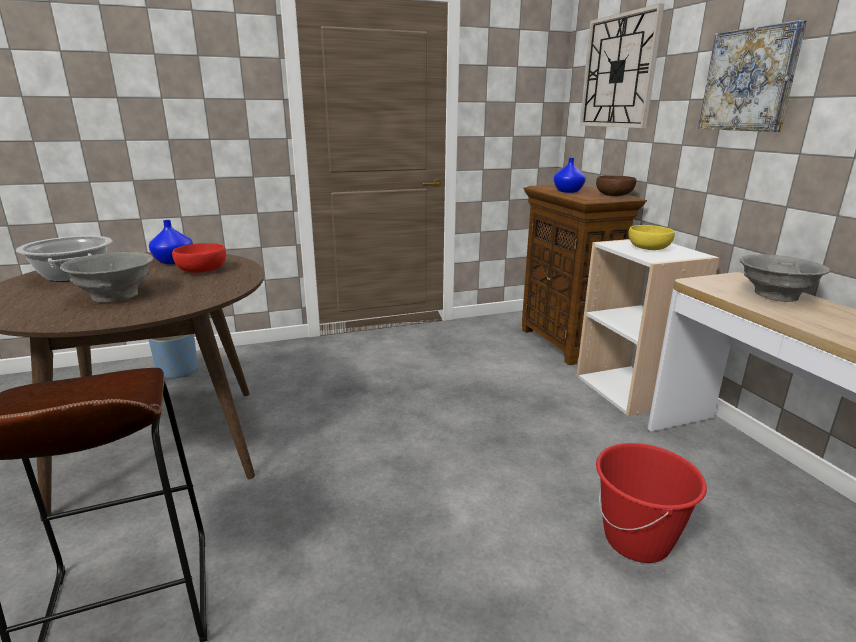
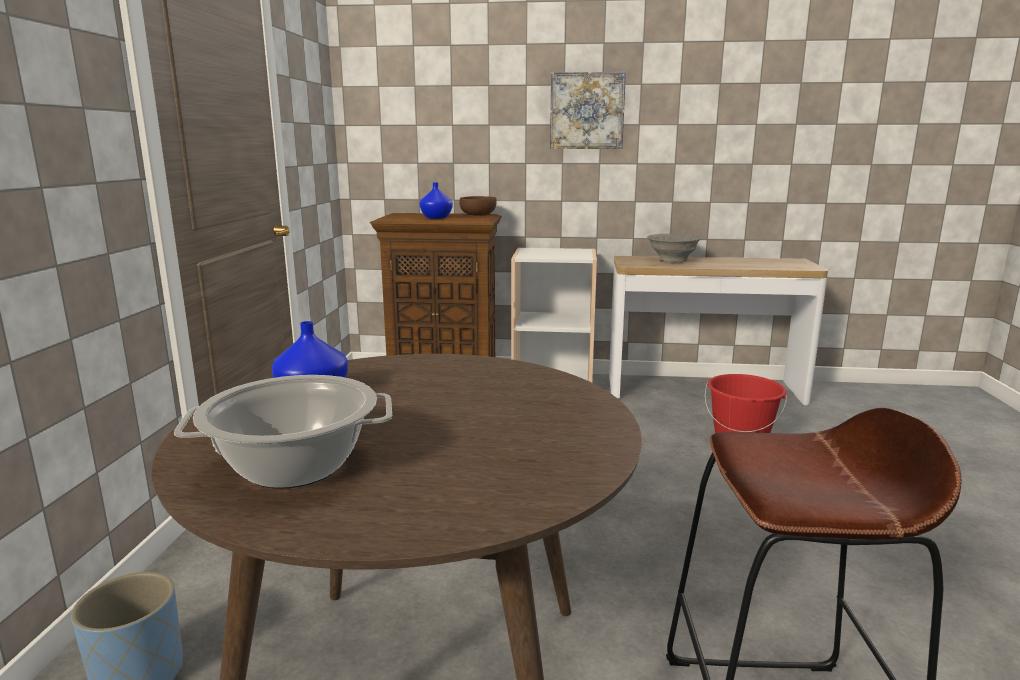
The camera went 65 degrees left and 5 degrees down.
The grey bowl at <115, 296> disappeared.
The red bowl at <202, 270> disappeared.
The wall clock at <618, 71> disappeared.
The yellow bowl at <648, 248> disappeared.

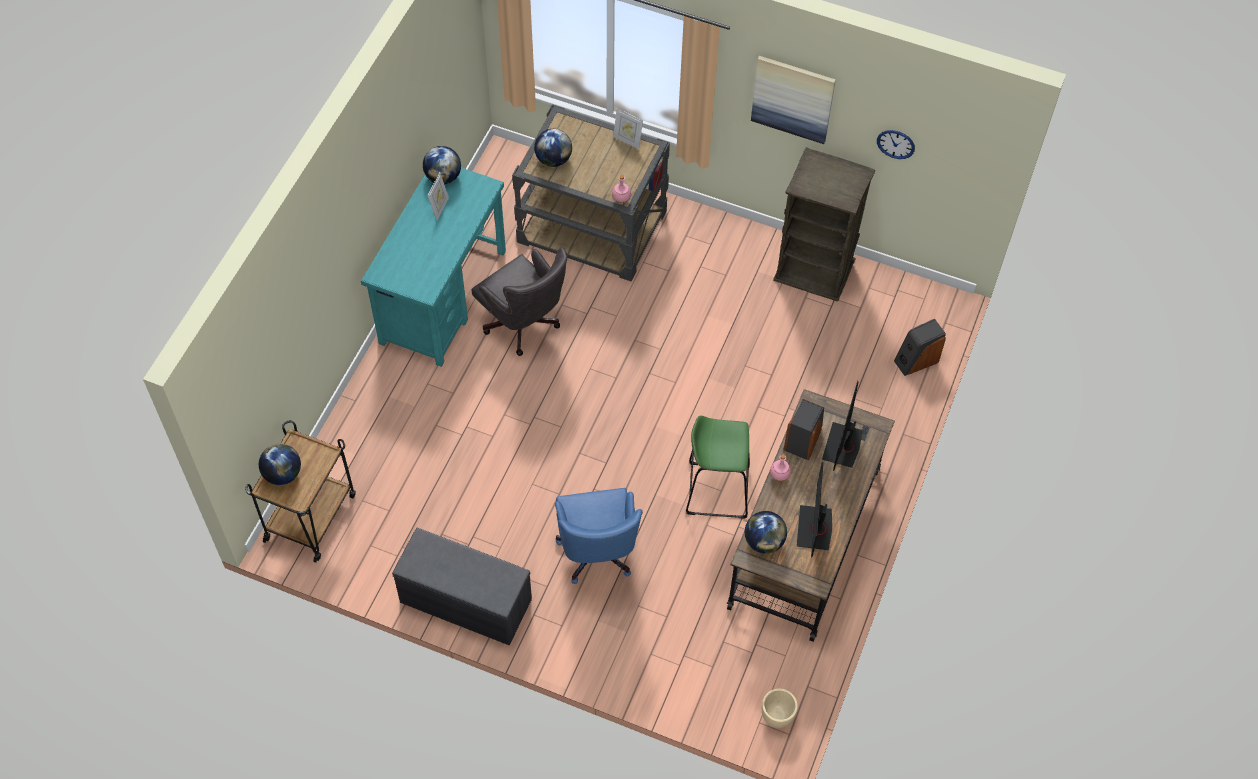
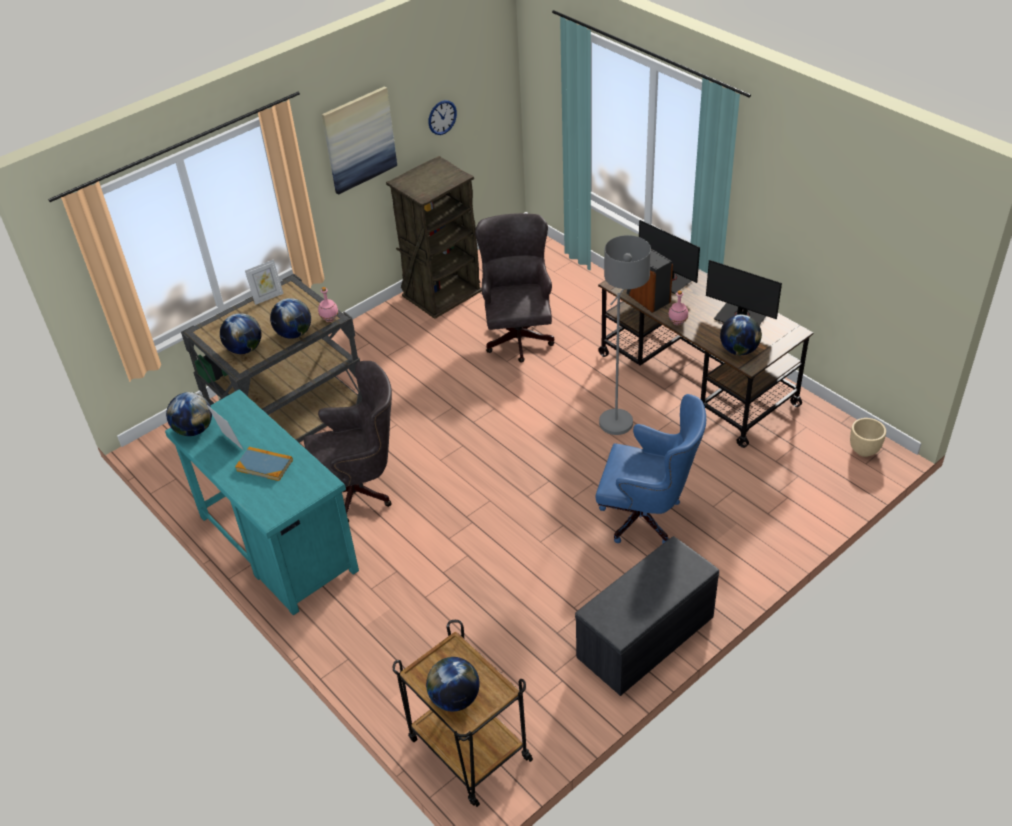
The camera went 60 degrees left and 15 degrees down.
The speaker at <916, 360> disappeared.
The book at <264, 465> appeared.
The globe at <294, 334> appeared.
The grey office chair at <518, 336> appeared.
The green stool at <717, 490> was replaced by the grey floor lamp at <620, 417>.

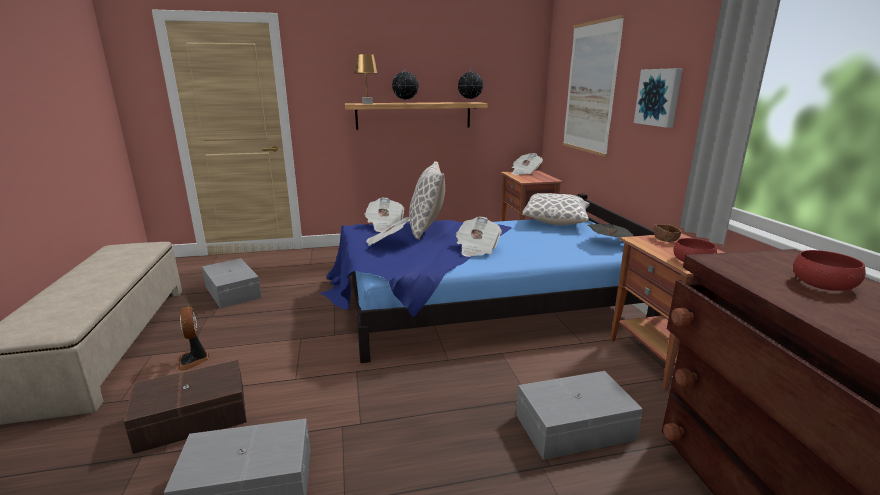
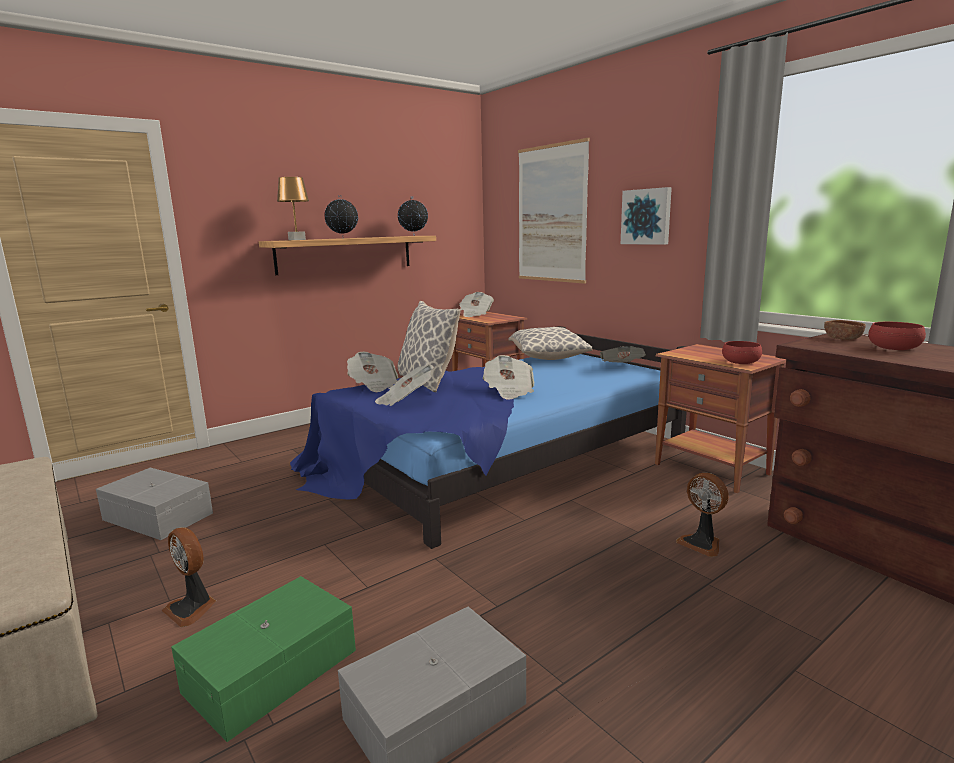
The camera went 25 degrees left and 5 degrees down.
The brown bowl moved from <665, 239> to <842, 338>.
The grey storage box at <576, 428> was replaced by the fan at <702, 543>.
The brown storage box at <194, 418> became the green storage box at <274, 671>.

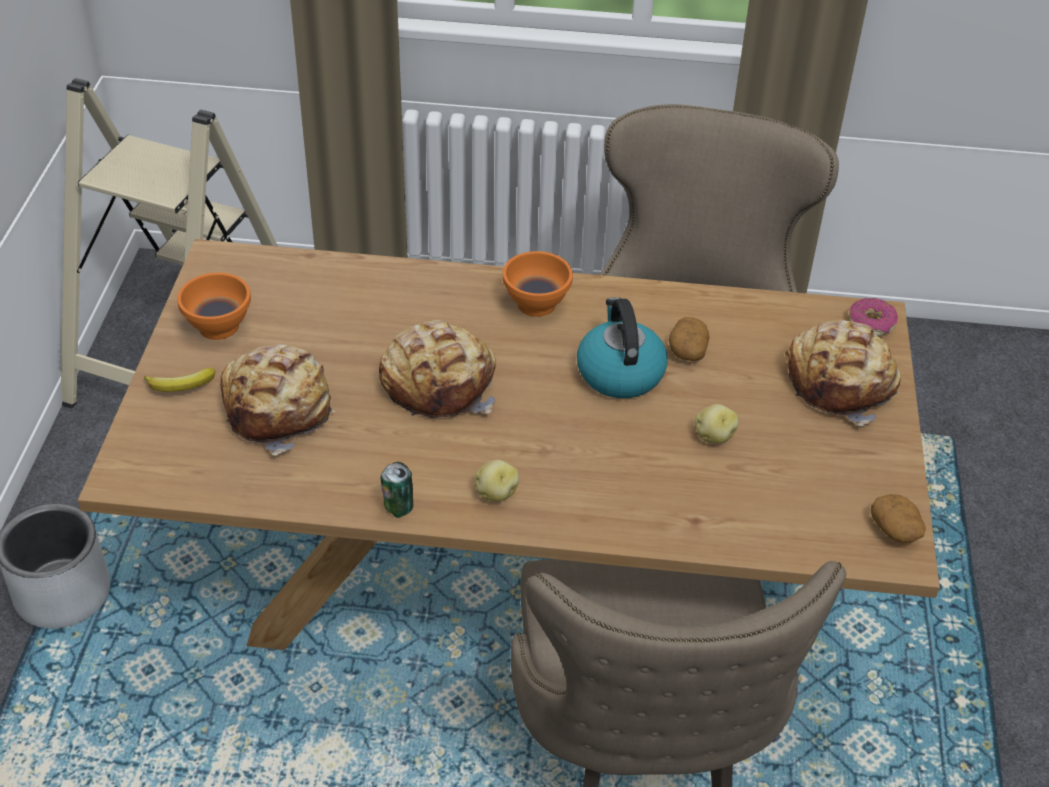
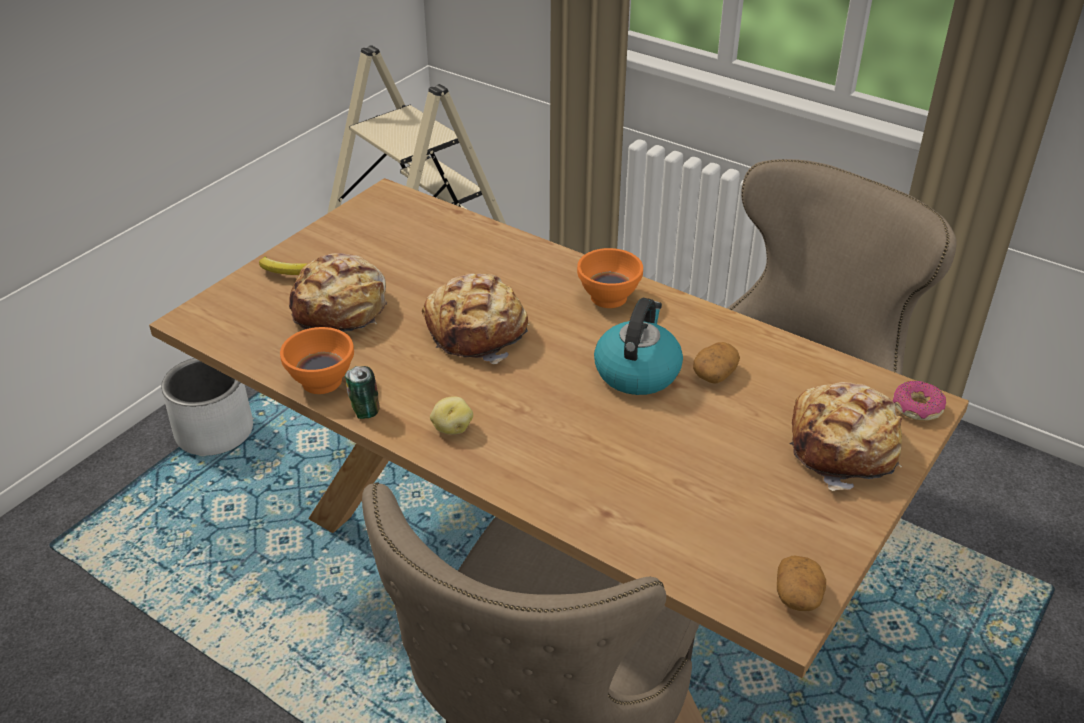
The camera went 30 degrees right and 5 degrees down.
The potato at <713, 436> disappeared.
The orange bowl moved from <218, 327> to <321, 382>.

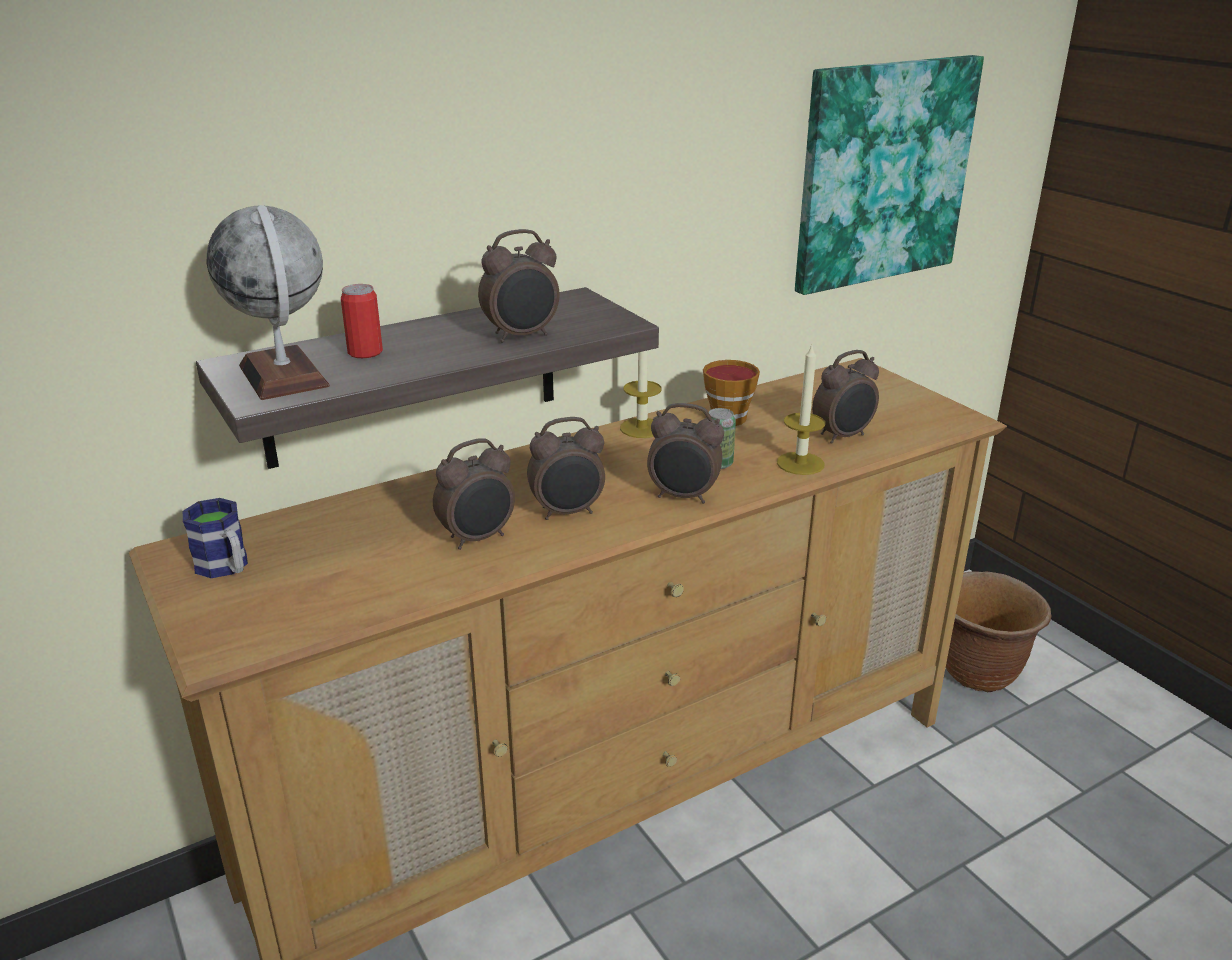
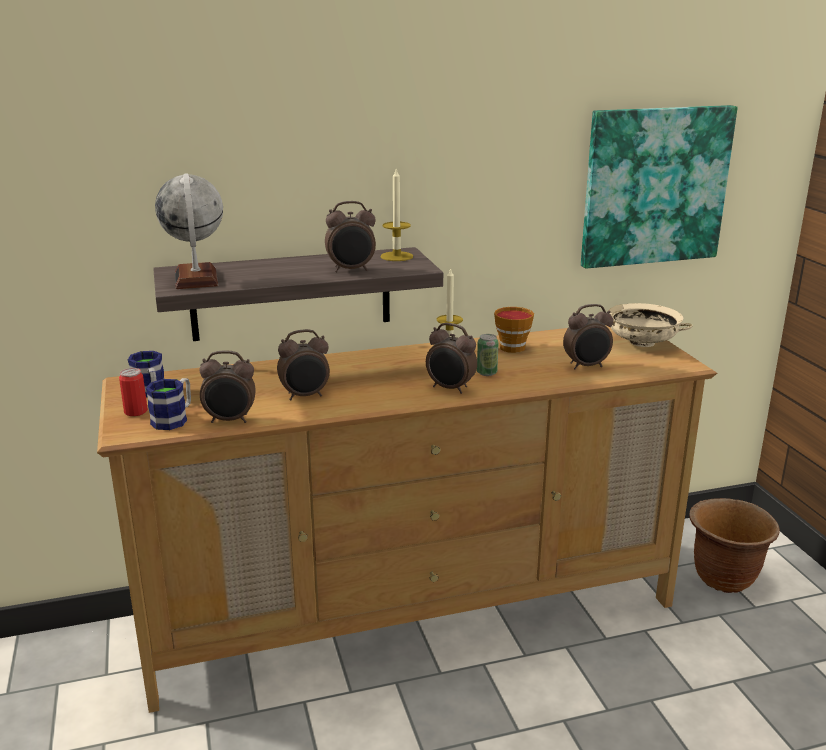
The camera went 15 degrees right and 5 degrees down.
The mug at <174, 419> appeared.
The beige bowl at <641, 342> appeared.
The can moved from <365, 352> to <135, 412>.
The alarm clock moved from <568, 513> to <230, 420>.
The candle moved from <800, 463> to <396, 256>.

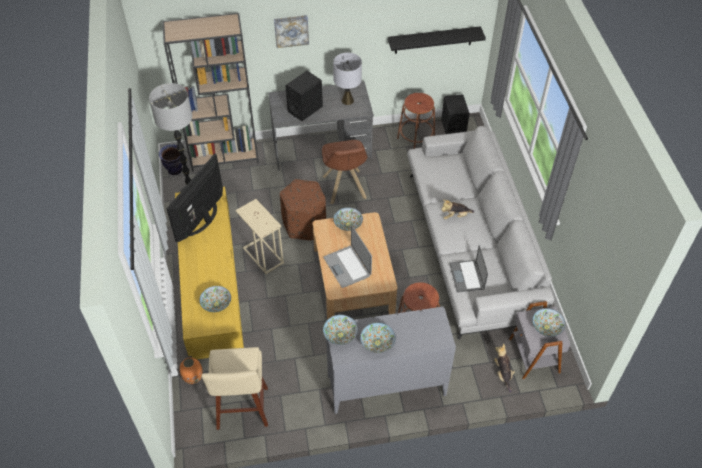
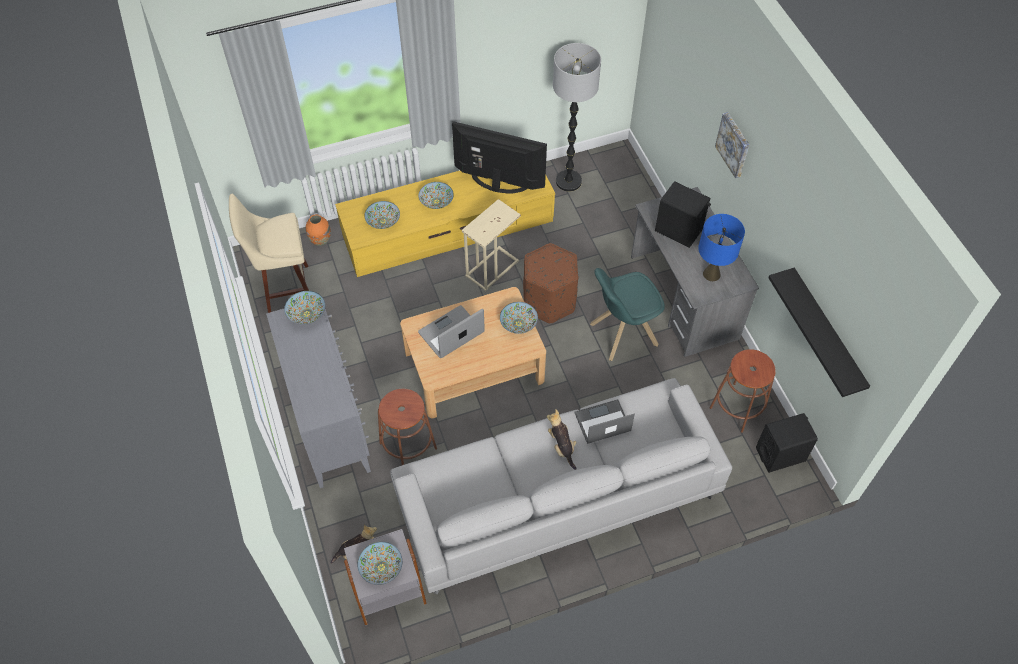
The camera went 80 degrees right and 5 degrees up.
The vase at <175, 170> disappeared.
The bookcase at <224, 156> disappeared.
The bowl moved from <377, 343> to <436, 201>.
The laptop moved from <467, 276> to <602, 422>.
The brown chair at <344, 187> became the turquoise chair at <622, 334>.
The grey table lamp at <347, 100> became the blue table lamp at <711, 274>.

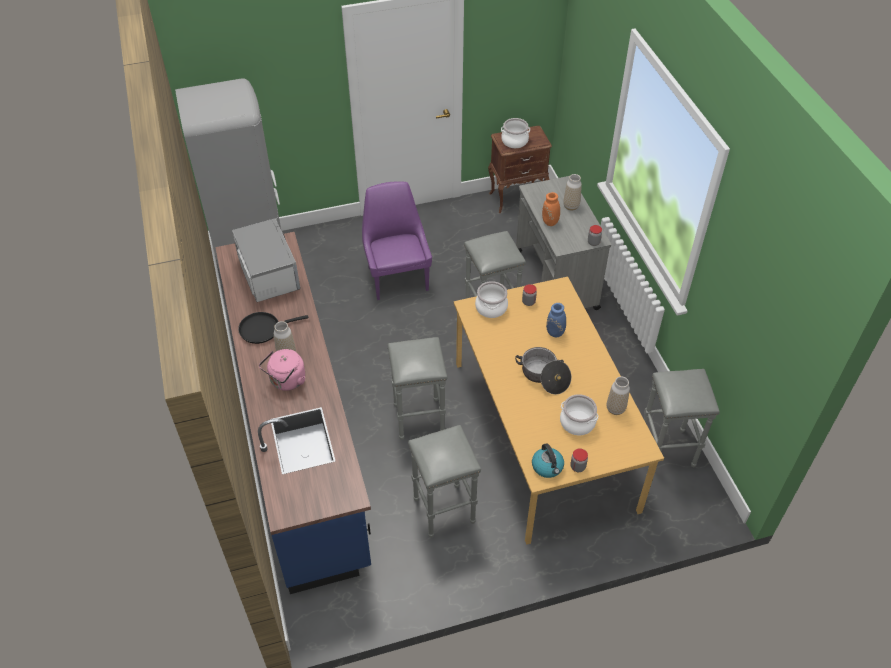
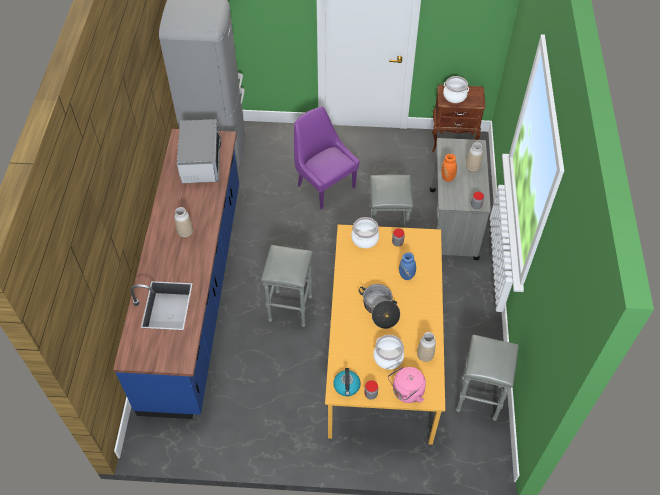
The camera went 20 degrees right and 5 degrees up.
The black frying pan at <263, 329> disappeared.
The grey stool at <442, 509> disappeared.
The pink kettle moved from <286, 381> to <406, 392>.
The purple chair at <397, 277> turned 45 degrees counterclockwise.

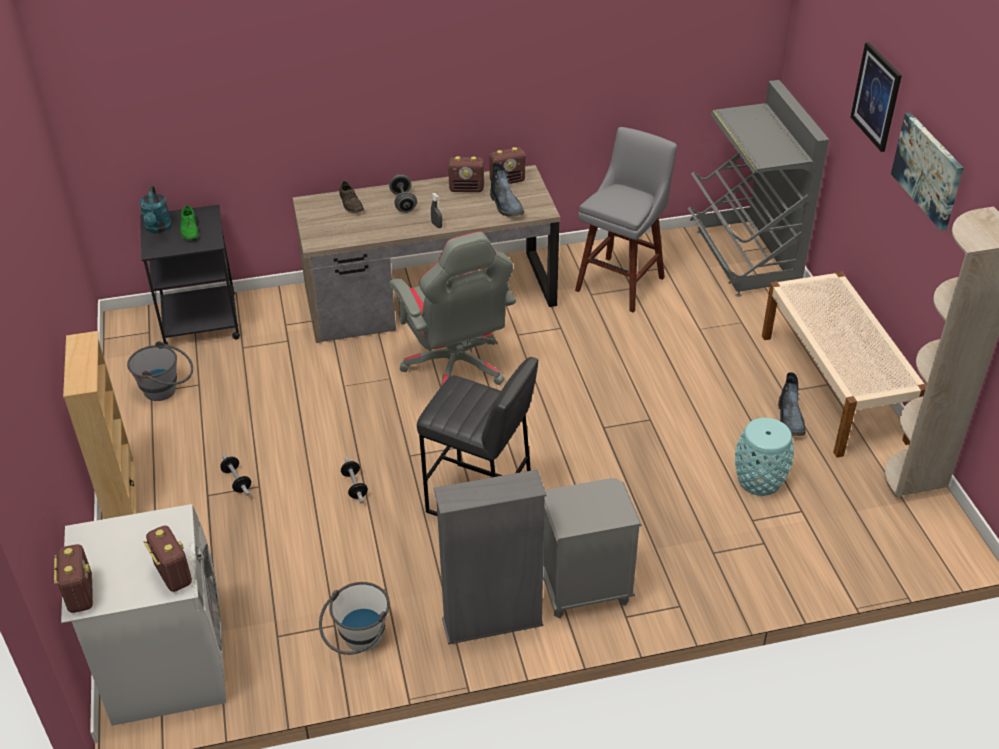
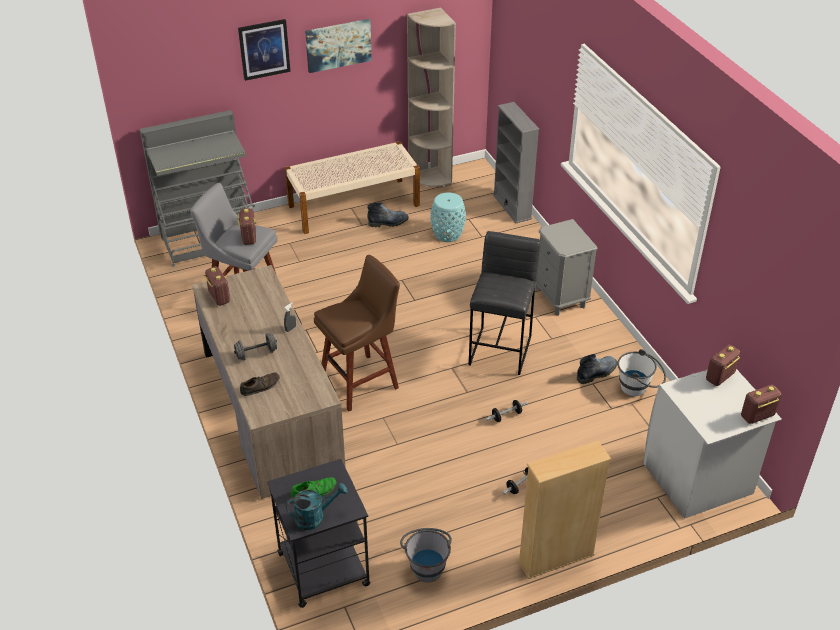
The camera went 100 degrees left and 0 degrees up.
The grey bookcase moved from <492, 623> to <512, 207>.
The radio moved from <467, 189> to <249, 237>.
The boot moved from <506, 206> to <597, 372>.
The grey office chair at <455, 366> was replaced by the brown stool at <361, 382>.

